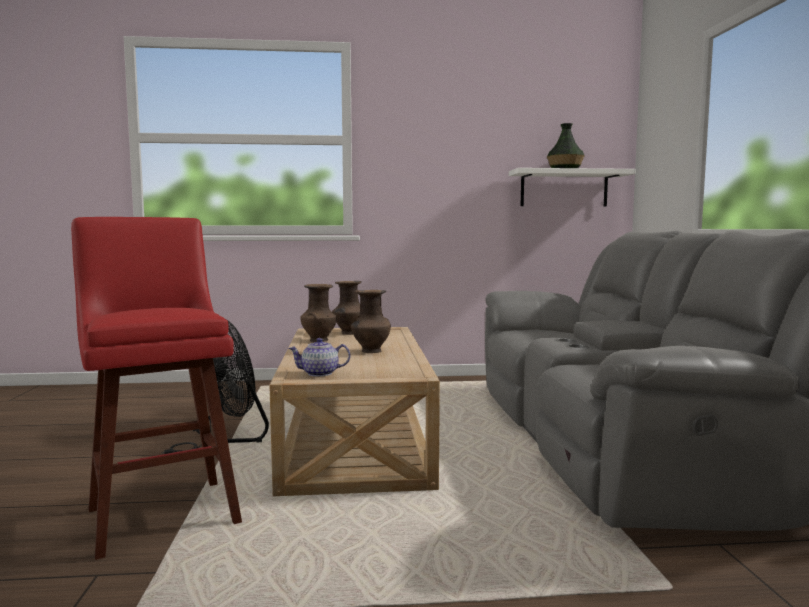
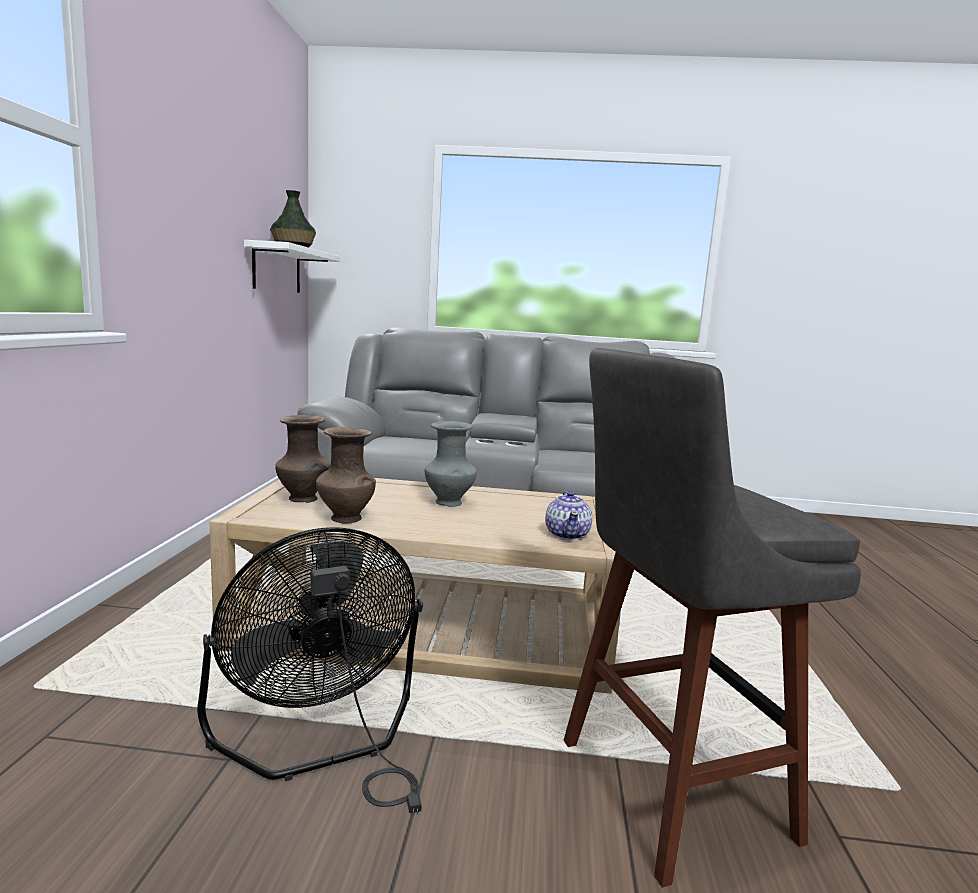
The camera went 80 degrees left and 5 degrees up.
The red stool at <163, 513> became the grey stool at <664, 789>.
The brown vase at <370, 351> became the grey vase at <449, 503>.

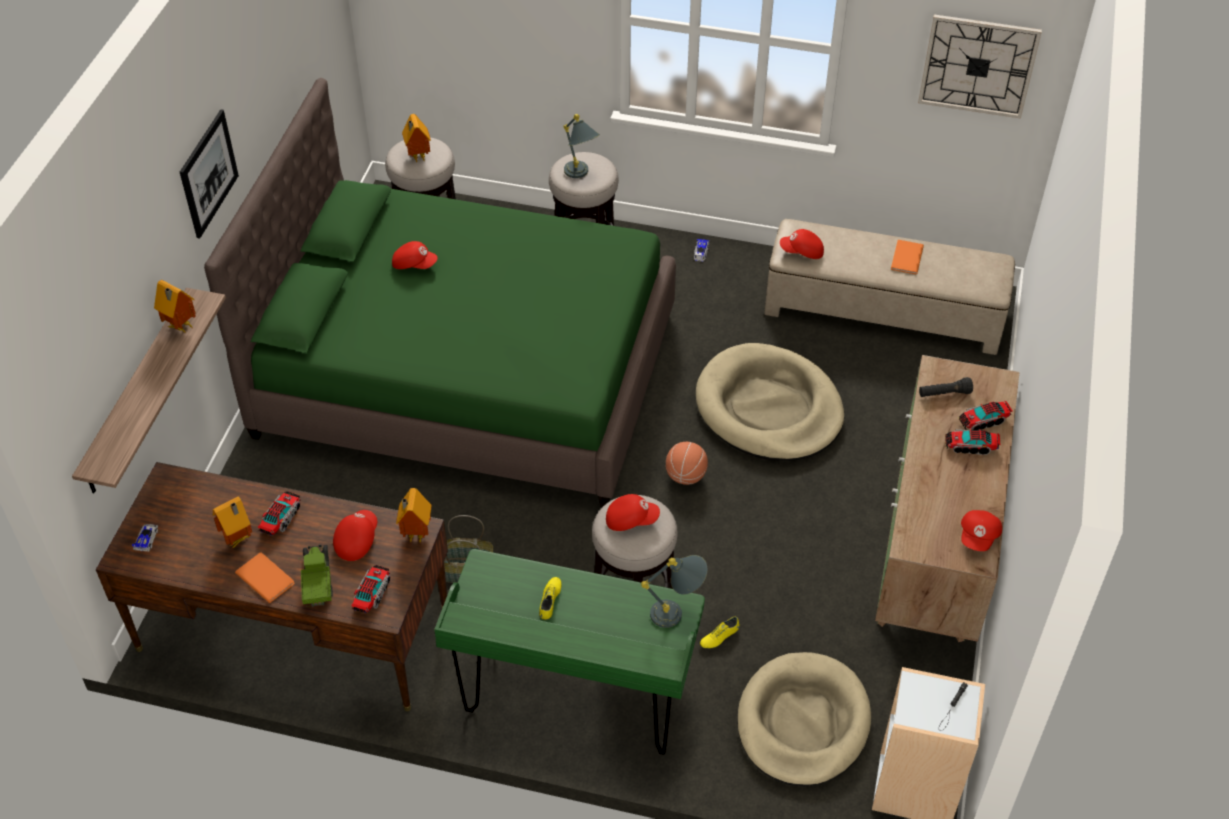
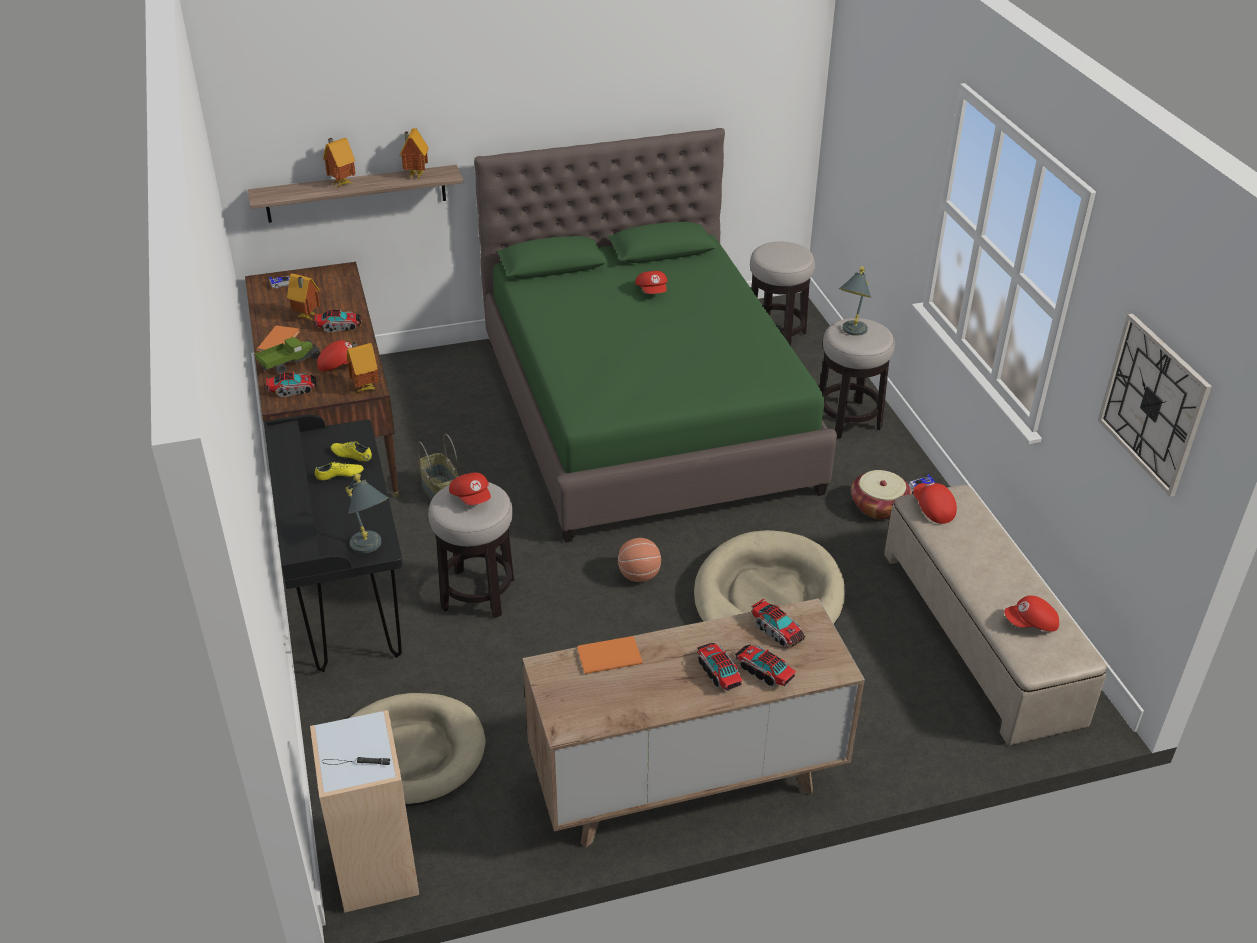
The camera went 60 degrees right and 10 degrees down.
The picture at <208, 173> disappeared.
The basket at <878, 506> appeared.
The toy house moved from <417, 157> to <341, 183>.
The yellow shoe moved from <719, 637> to <351, 456>.
The orange book moved from <905, 258> to <607, 655>.
The red cap moved from <979, 537> to <1031, 624>.
The black flashlight at <944, 394> was replaced by the toy truck at <776, 631>.
The green desk at <574, 701> became the black desk at <347, 599>.

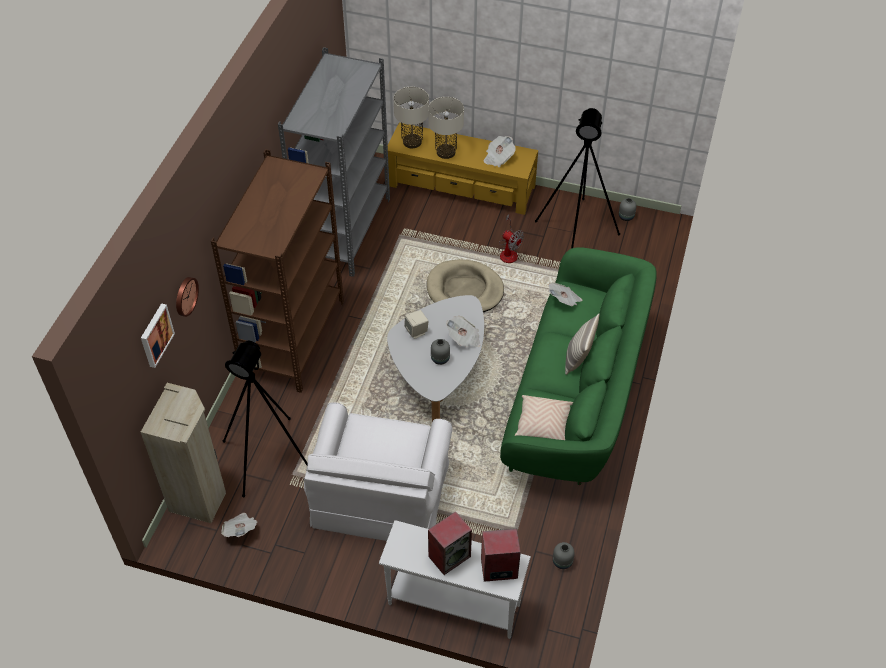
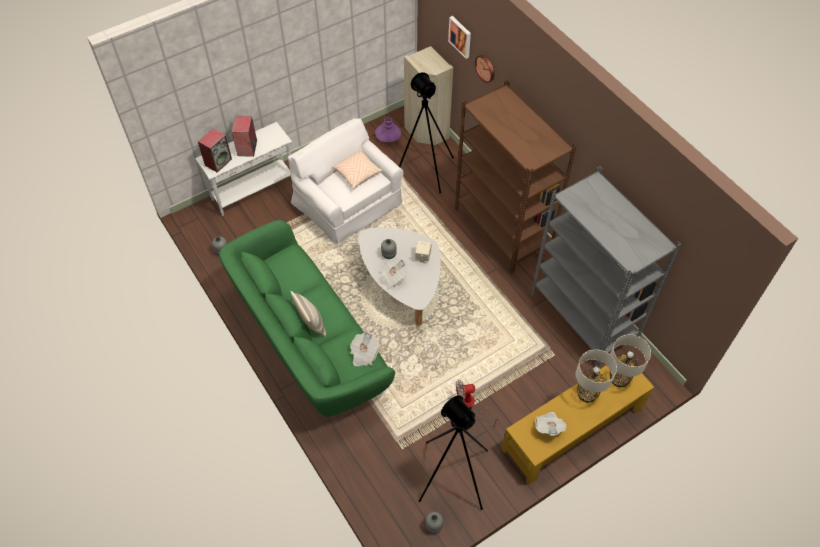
The camera went 130 degrees right and 5 degrees up.
The beige dog bed at <464, 290> disappeared.
The beige pillow moved from <543, 425> to <356, 173>.
The newspaper at <240, 530> was replaced by the purple vase at <388, 136>.

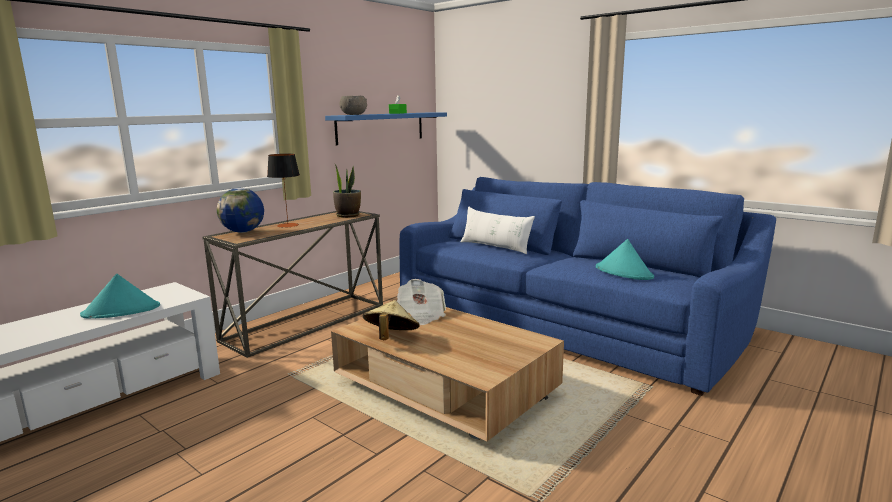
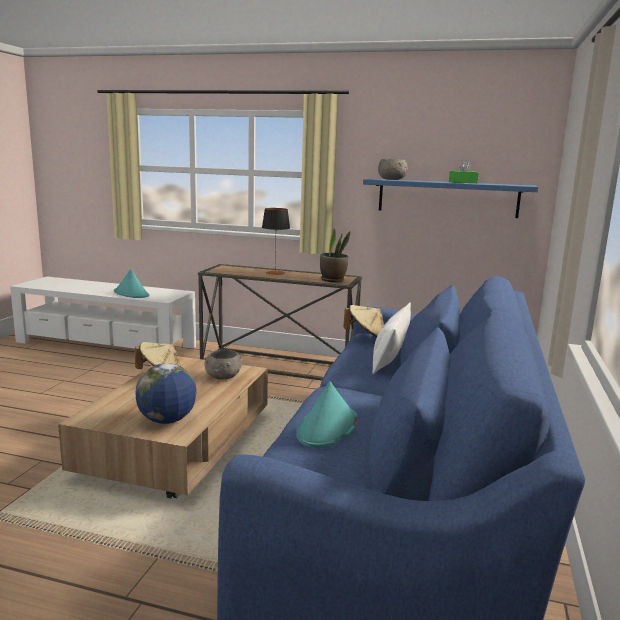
The camera went 65 degrees right and 0 degrees up.
The beige hat at <366, 337> appeared.
The globe moved from <243, 232> to <167, 420>.
The newspaper at <422, 315> was replaced by the grey bowl at <222, 377>.

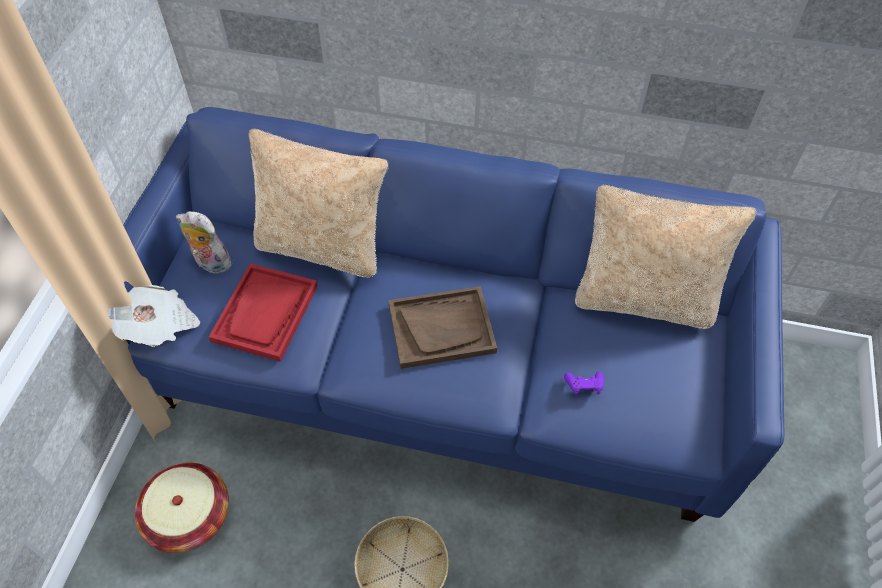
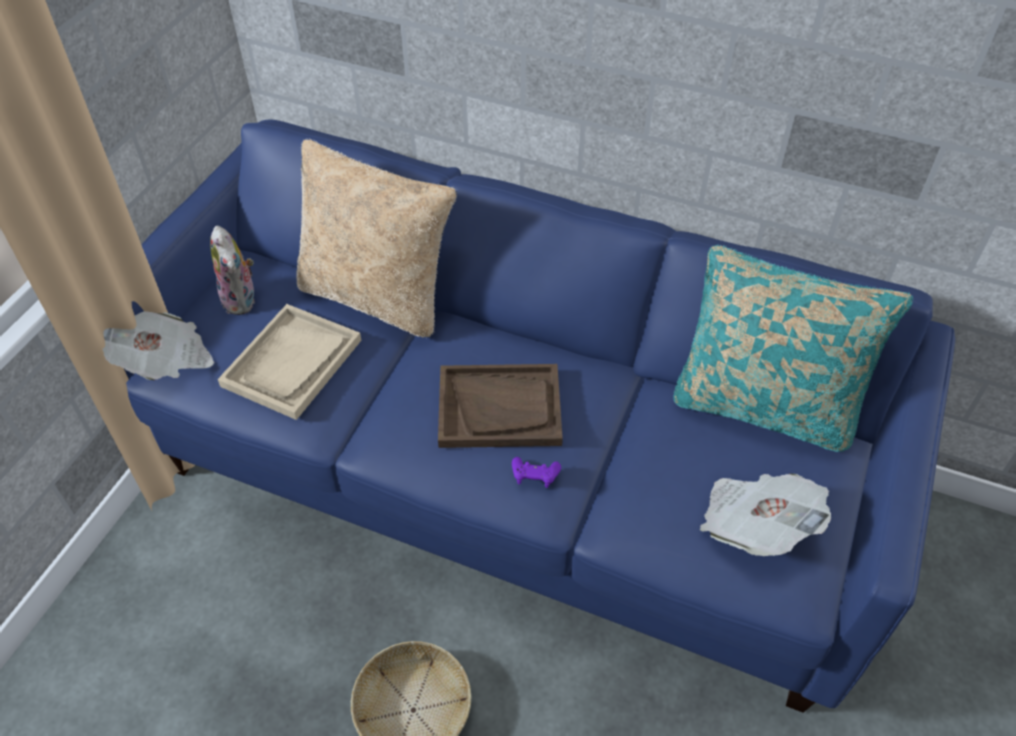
The camera went 10 degrees right and 5 degrees down.
The basket at <189, 516> disappeared.
The newspaper at <755, 525> appeared.
The purple game controller moved from <584, 386> to <534, 477>.
The red tray at <265, 313> became the beige tray at <292, 363>.
The beige pillow at <644, 303> became the turquoise pillow at <764, 411>.
The plush toy at <210, 264> turned 150 degrees counterclockwise.

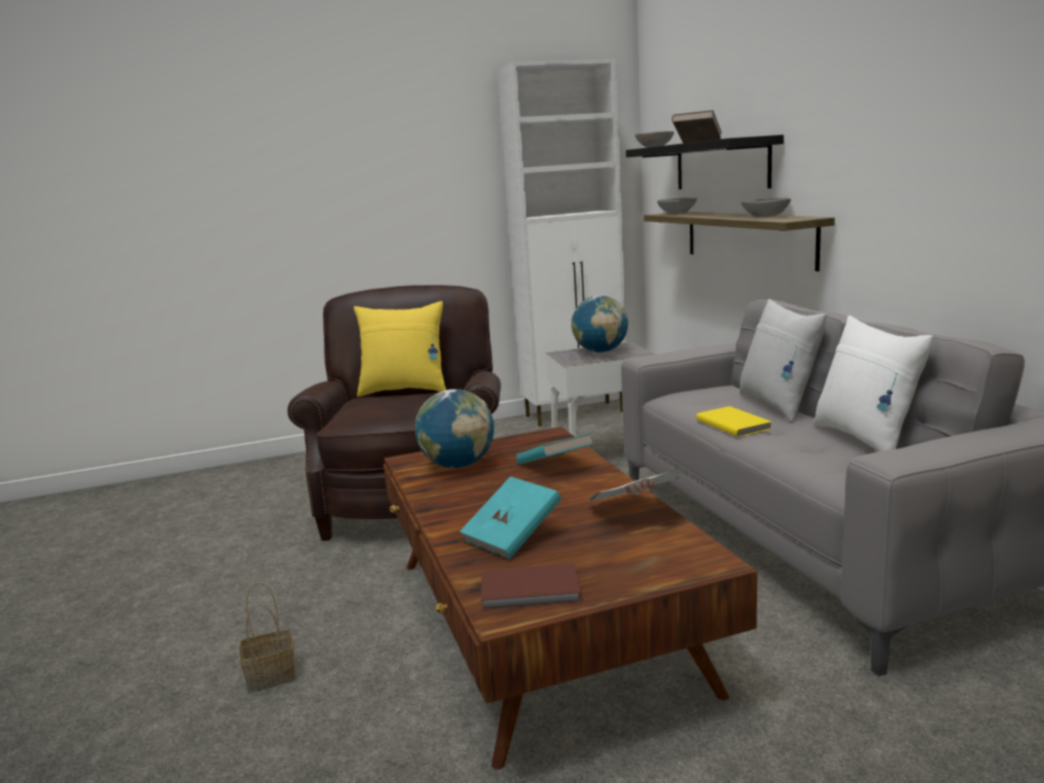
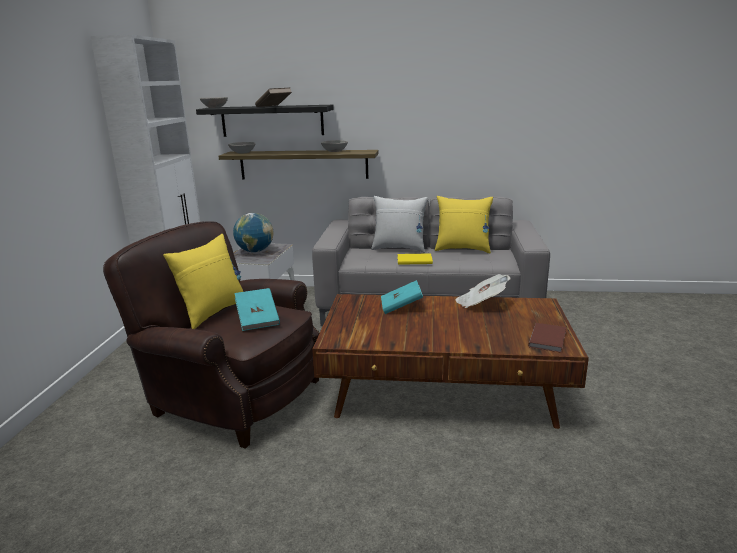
The camera went 65 degrees left and 5 degrees up.
The basket at <273, 675> disappeared.
The globe at <458, 466> disappeared.
The turquoise book moved from <512, 537> to <258, 320>.
The white pillow at <864, 440> became the yellow pillow at <462, 250>.

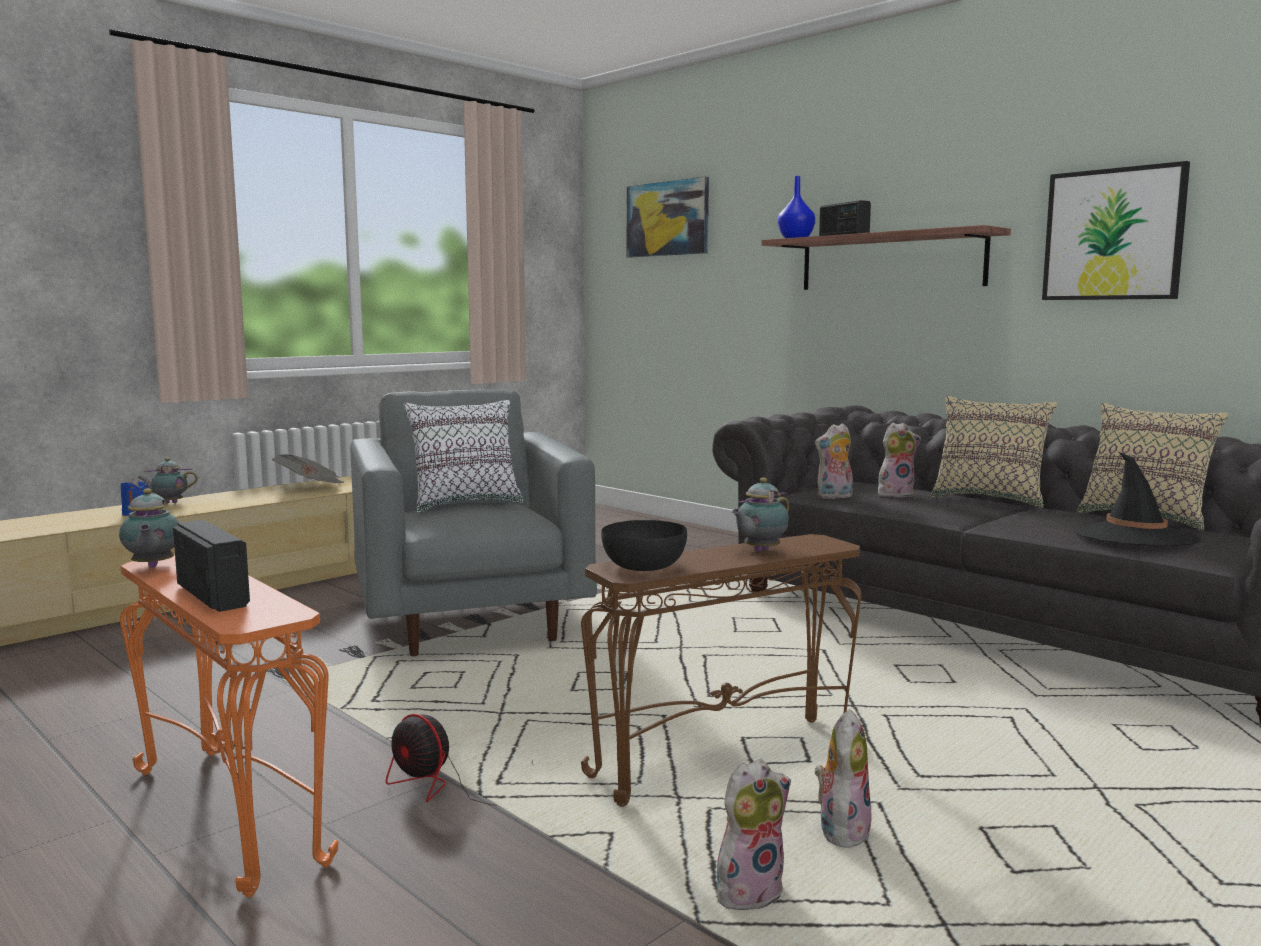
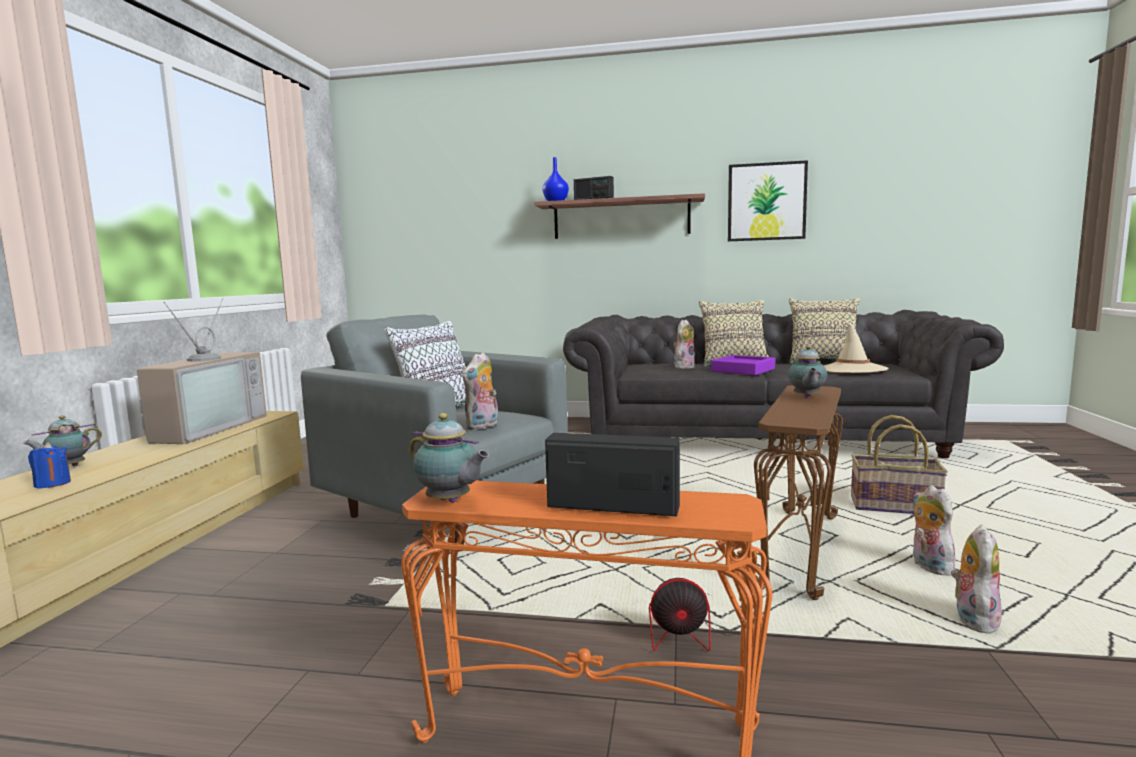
The camera went 35 degrees left and 0 degrees up.
The black bowl at <644, 567> disappeared.
The picture at <667, 219> disappeared.
The purple tray at <743, 370> appeared.
The basket at <894, 505> appeared.
The plush toy moved from <834, 497> to <483, 426>.
The newspaper at <311, 488> was replaced by the television at <205, 428>.
The black hat at <1134, 537> became the beige hat at <852, 370>.

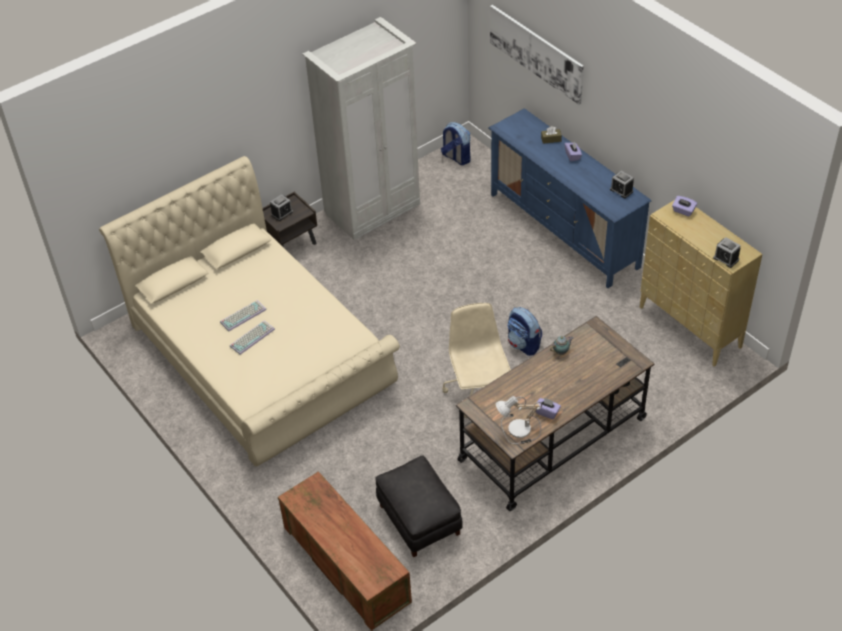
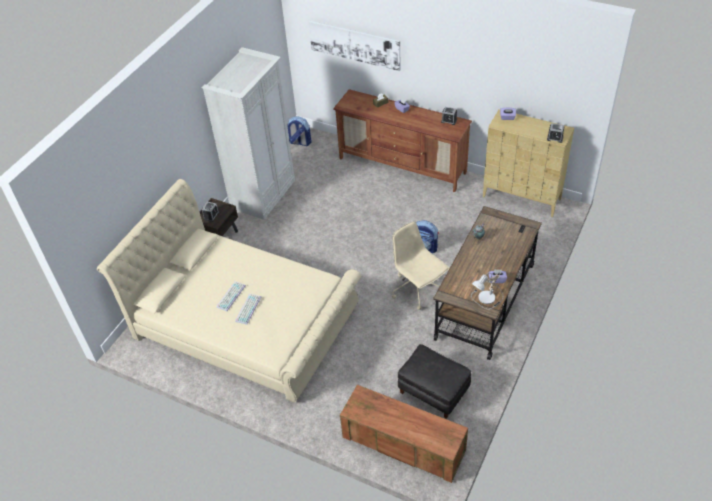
The camera went 25 degrees left and 0 degrees up.
The blue dresser at <563, 230> became the brown dresser at <402, 165>.

